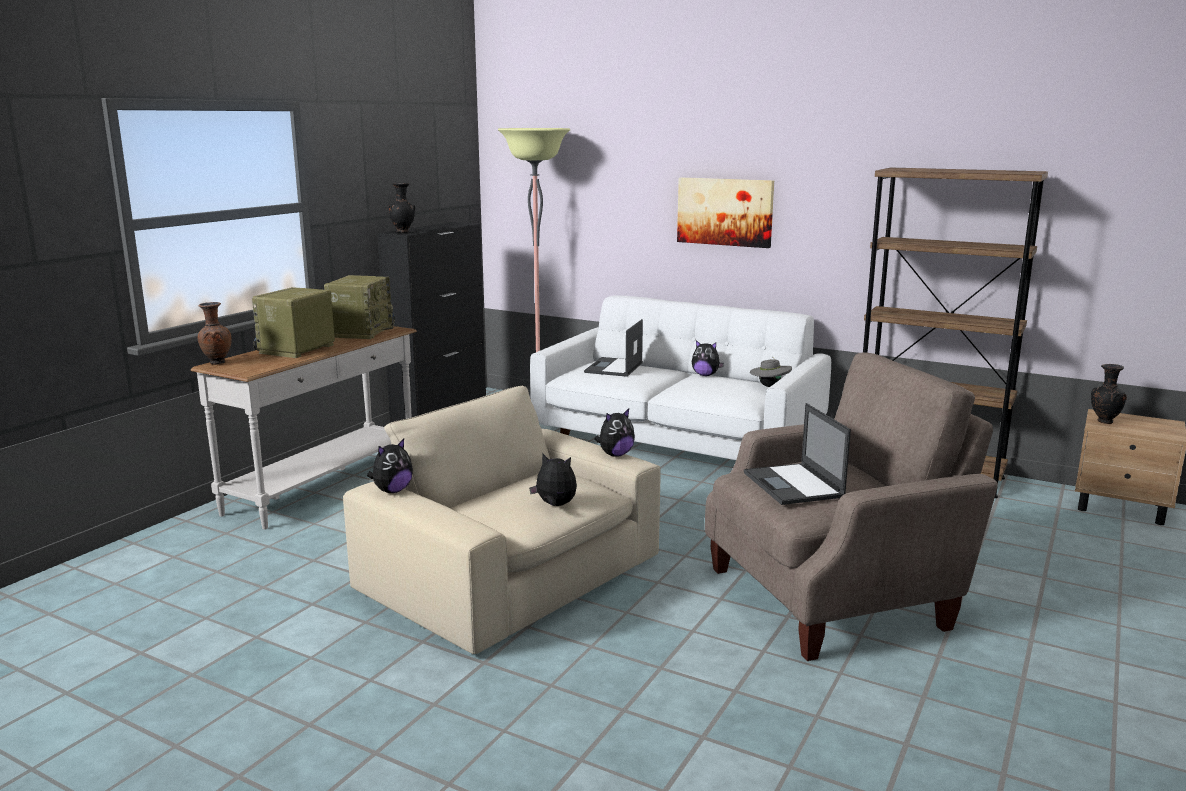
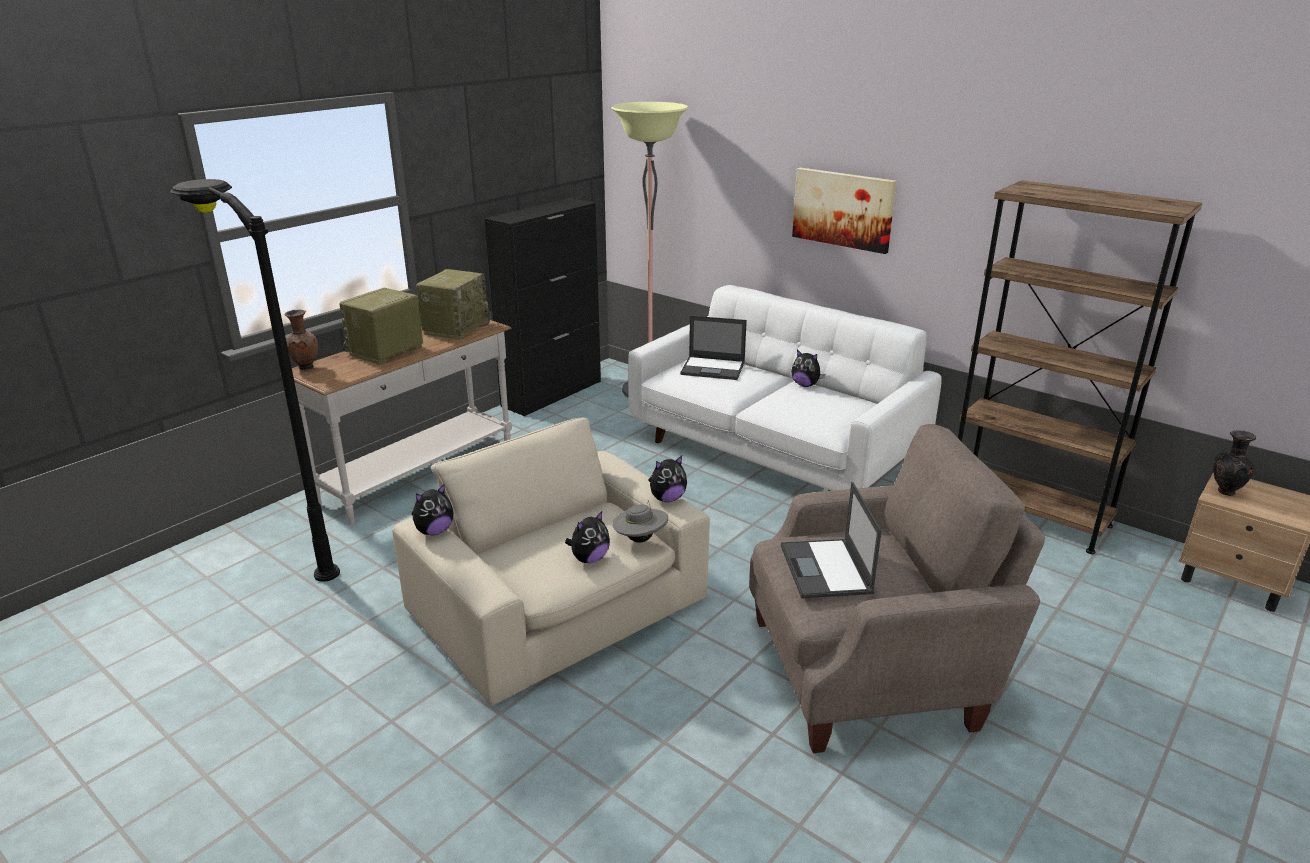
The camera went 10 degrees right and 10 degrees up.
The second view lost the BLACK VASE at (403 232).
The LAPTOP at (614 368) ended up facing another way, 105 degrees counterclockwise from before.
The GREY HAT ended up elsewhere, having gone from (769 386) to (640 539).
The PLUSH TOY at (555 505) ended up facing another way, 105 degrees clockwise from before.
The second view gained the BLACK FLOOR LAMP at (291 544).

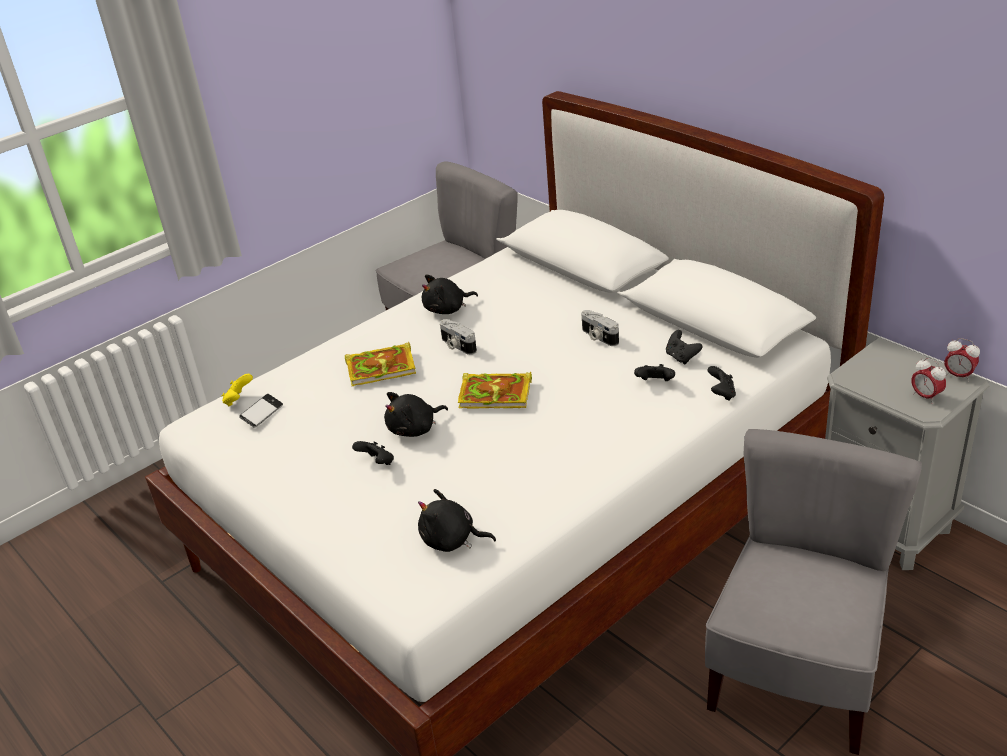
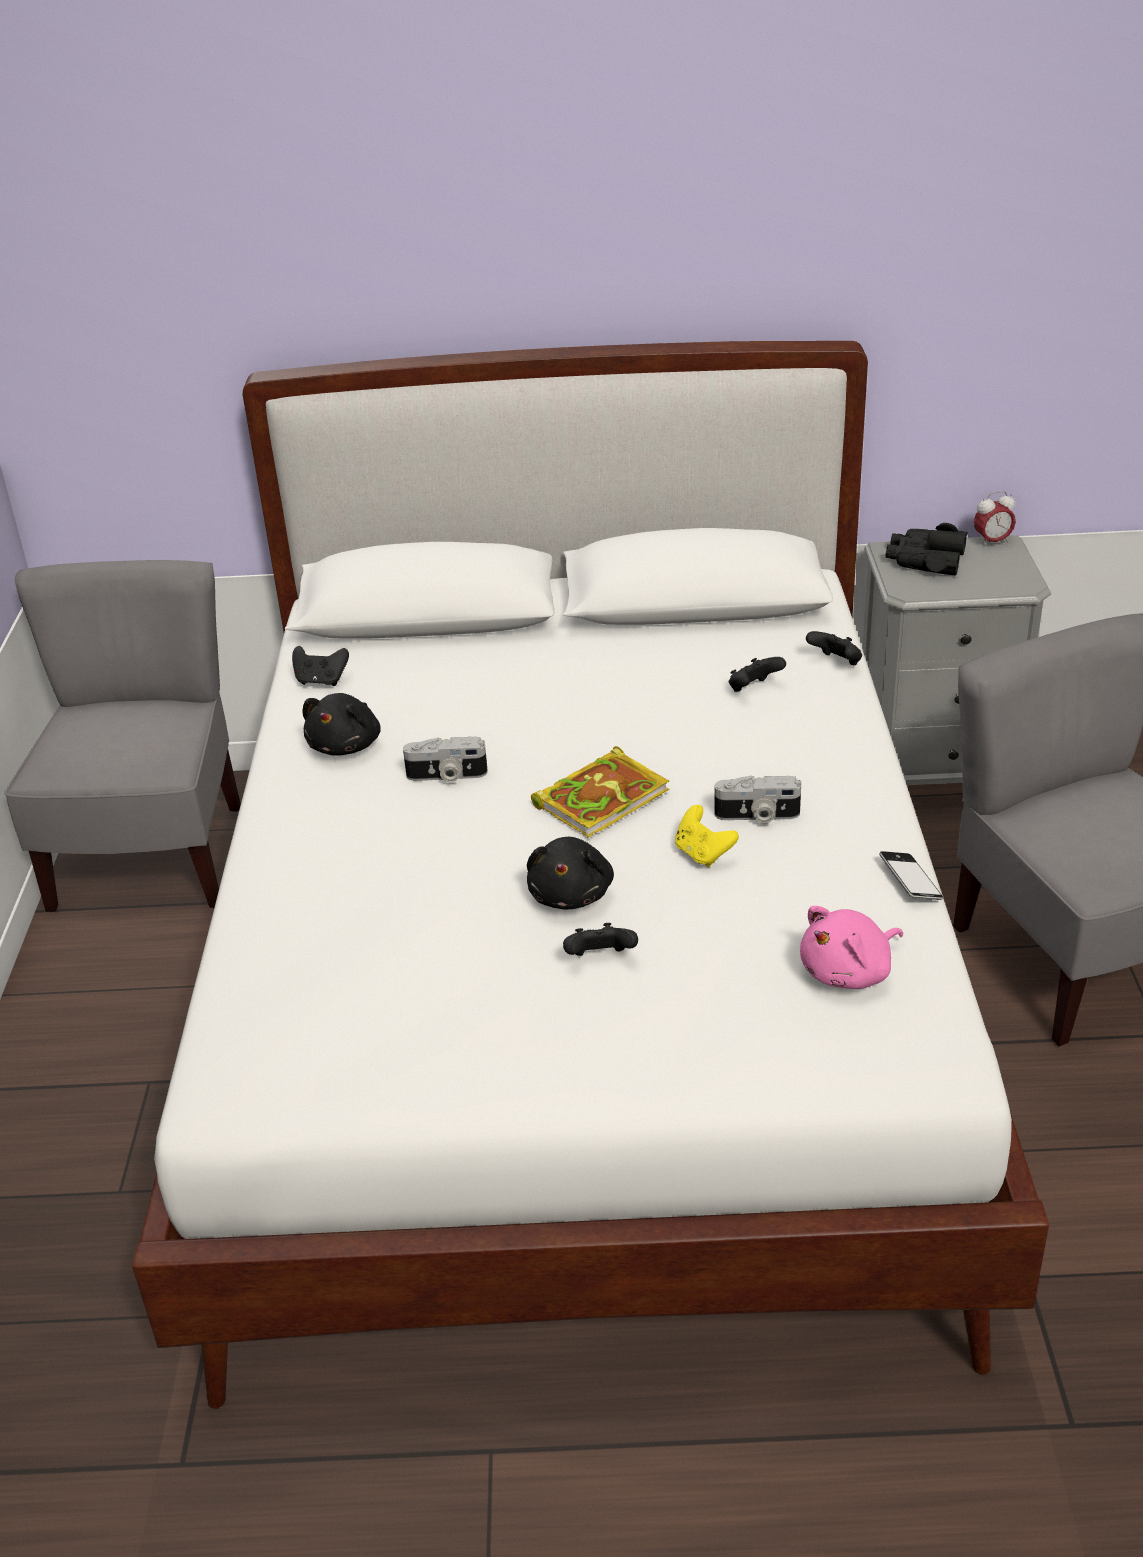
The camera went 50 degrees left and 0 degrees up.
The PHOTO CAMERA ended up elsewhere, having gone from (598 337) to (757 816).
The BLACK GAME CONTROLLER ended up elsewhere, having gone from (681 357) to (321 681).
The second view lost the BOOK at (383 367).
The second view lost the ALARM CLOCK at (925 397).
The YELLOW GAME CONTROLLER ended up elsewhere, having gone from (238 400) to (703 854).
The PHONE ended up elsewhere, having gone from (262 413) to (910 881).
What was the BLACK PLUSH TOY at (452 540) turned into the PINK PLUSH TOY at (849 972).
The second view gained the BLACK BINOCULARS at (925 560).

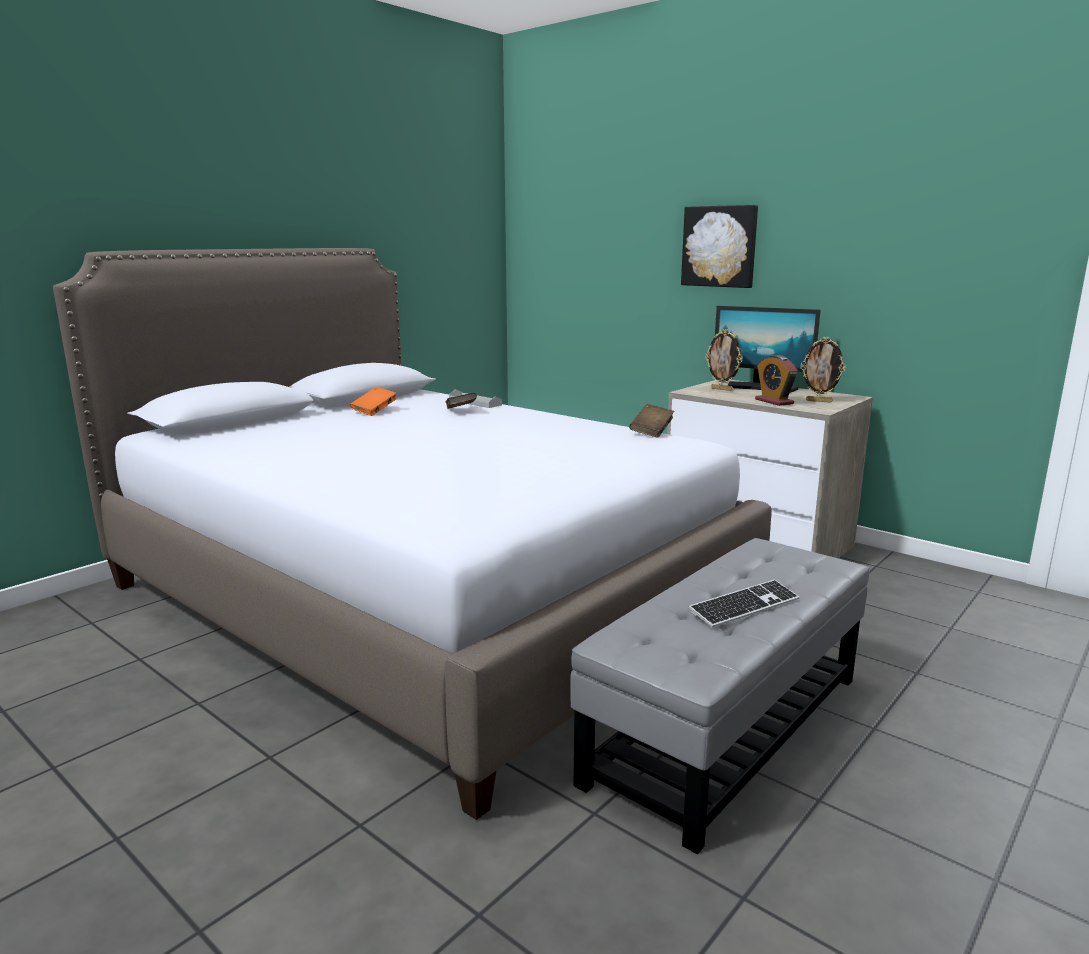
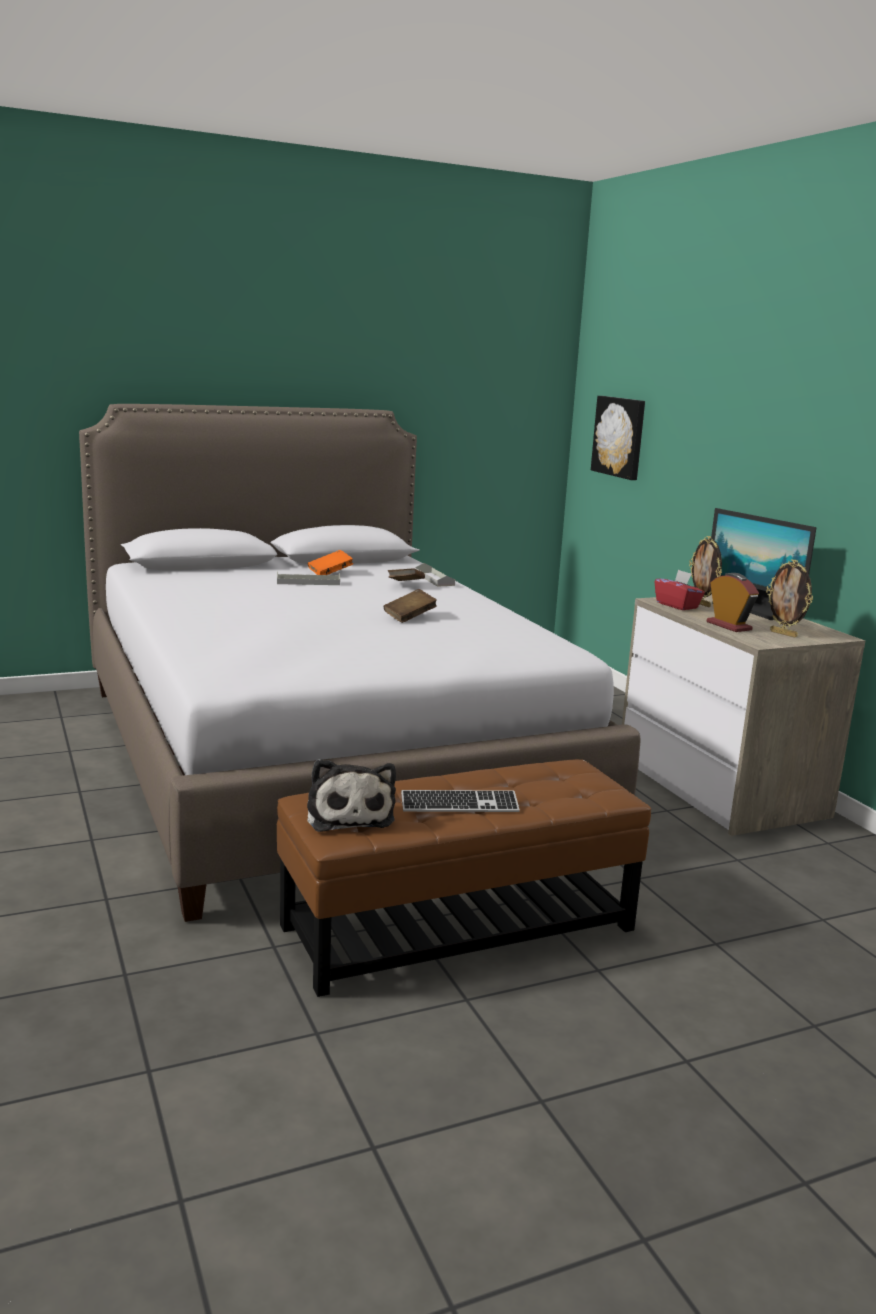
The camera went 25 degrees right and 0 degrees up.
The PICTURE ended up elsewhere, having gone from (720 246) to (620 437).
The ALARM CLOCK at (774 401) ended up facing another way, 150 degrees clockwise from before.
The BROWN BOOK ended up elsewhere, having gone from (651 432) to (410 617).
What was the GREY OTTOMAN at (726 727) turned into the BROWN OTTOMAN at (458 927).
The second view gained the RED TISSUE BOX at (677 605).
The second view gained the GREY TRAY at (308 582).
The second view gained the PLUSH TOY at (349 814).

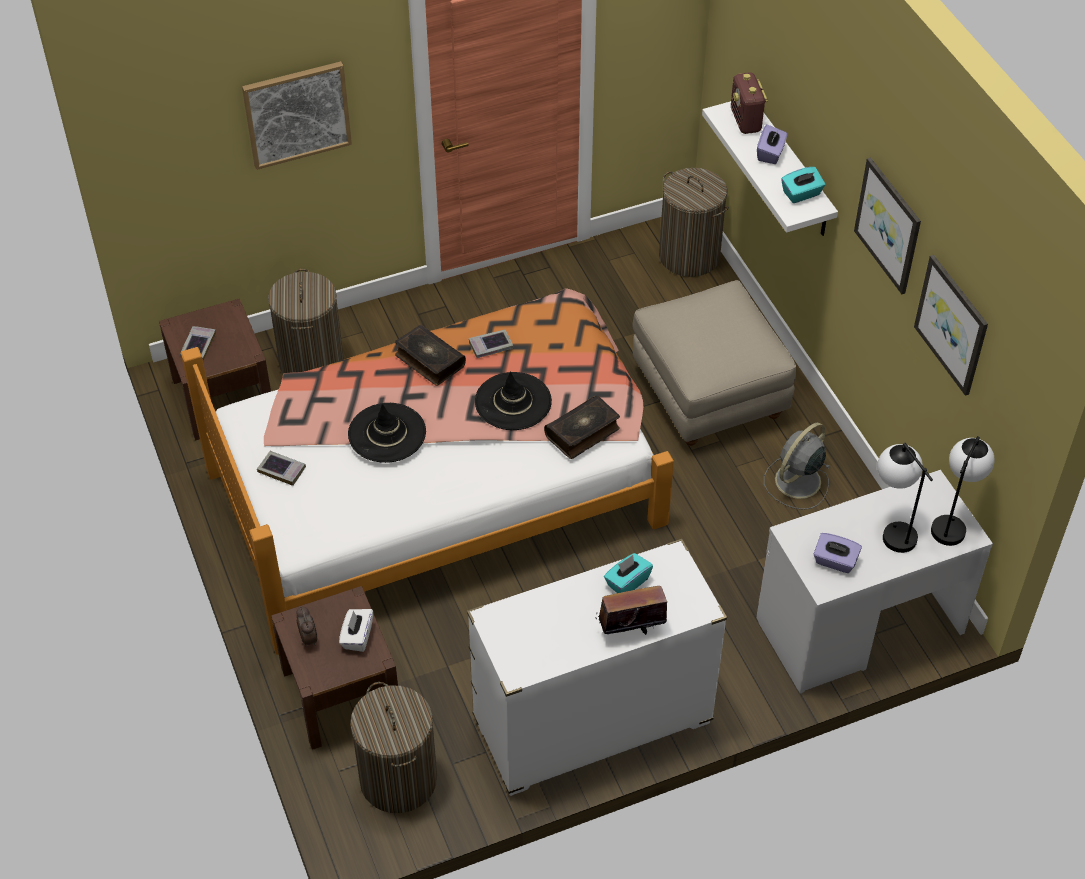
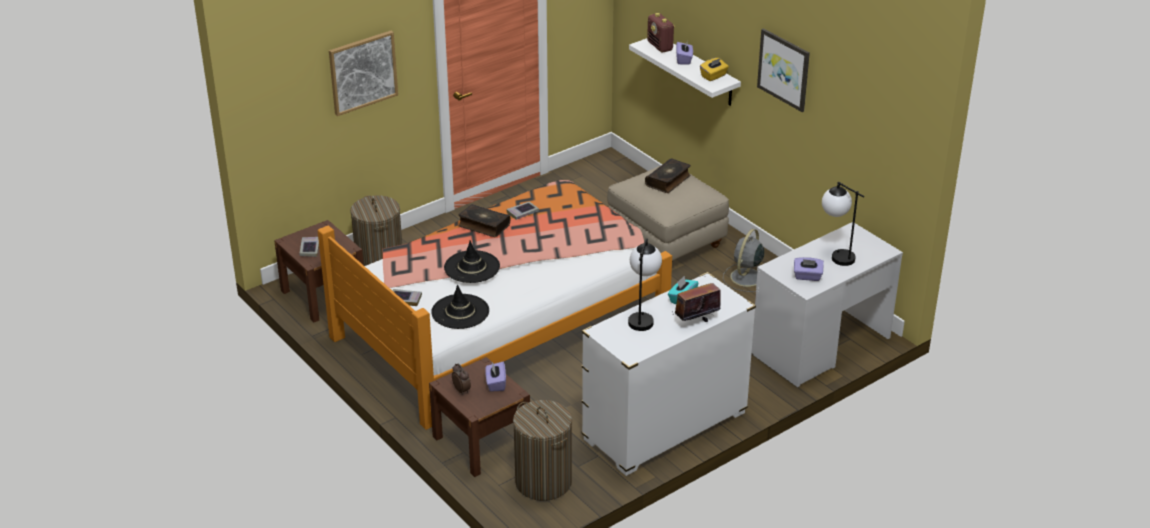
The camera went 15 degrees left and 15 degrees down.
What was the TURQUOISE TISSUE BOX at (801 194) turned into the YELLOW TISSUE BOX at (713 76).
The second view lost the LAUNDRY BASKET at (689 256).
The second view lost the PICTURE at (952 324).
The BLACK HAT ended up elsewhere, having gone from (513 402) to (460 312).
The BOOK ended up elsewhere, having gone from (583 433) to (668 181).
The TABLE LAMP ended up elsewhere, having gone from (952 521) to (642 317).
What was the WHITE TISSUE BOX at (357 637) turned into the PURPLE TISSUE BOX at (496 384).

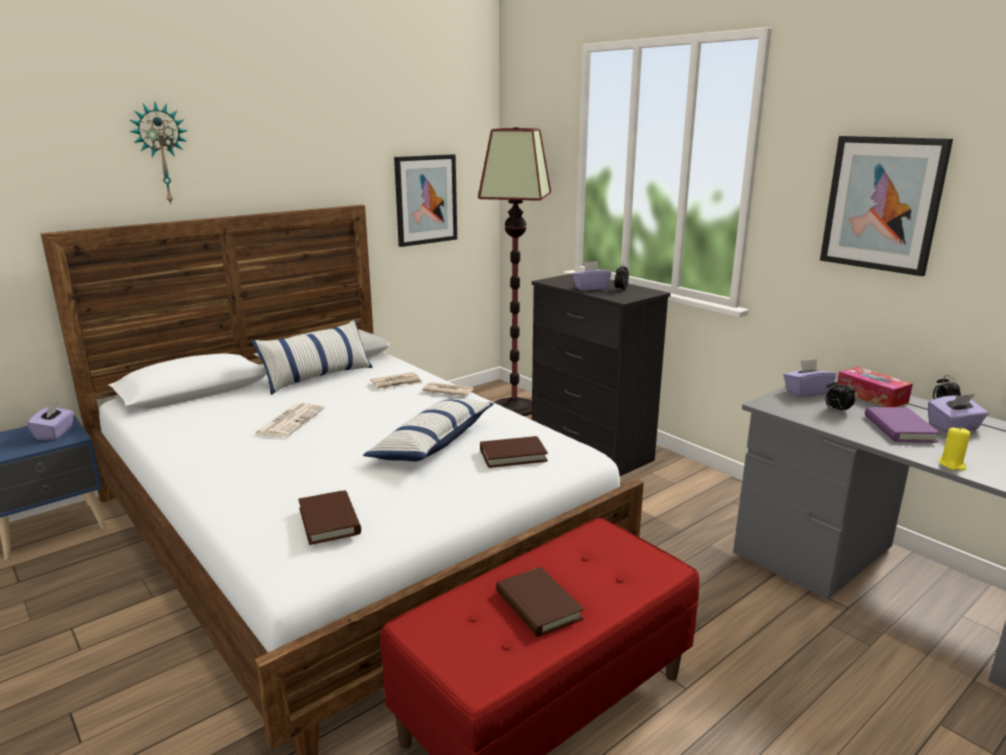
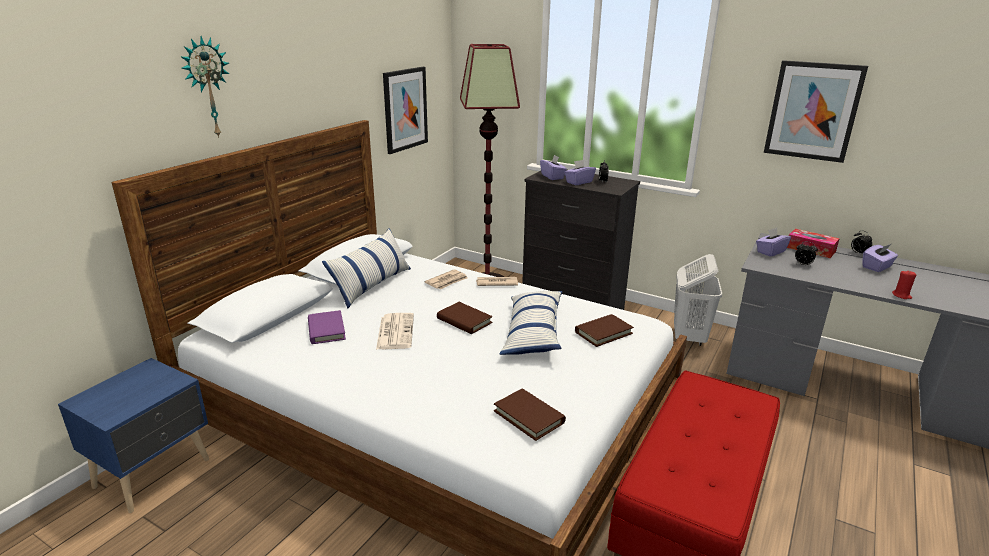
The camera went 20 degrees left and 5 degrees up.
The PURPLE TISSUE BOX ended up elsewhere, having gone from (55 433) to (552 177).
The PURPLE BOOK ended up elsewhere, having gone from (899 428) to (326 330).
What was the YELLOW CANDLE at (952 465) turned into the RED CANDLE at (901 295).
The BROWN BOOK ended up elsewhere, having gone from (538 605) to (464 321).
The second view gained the WHITE LAUNDRY BASKET at (689 337).

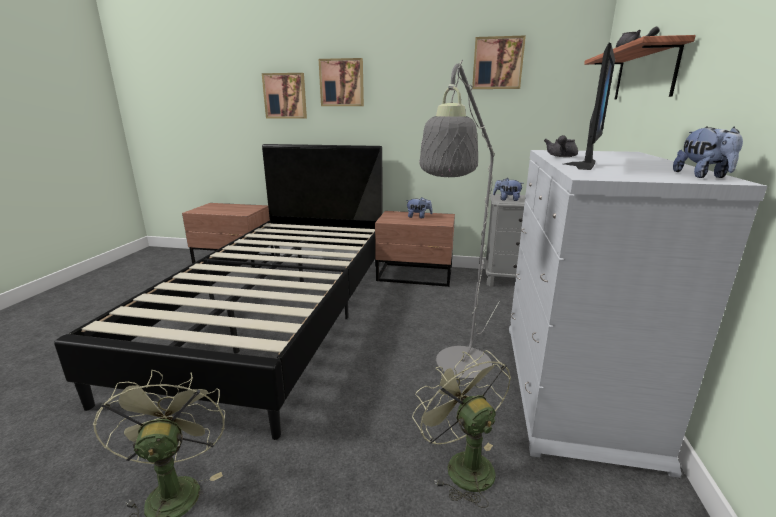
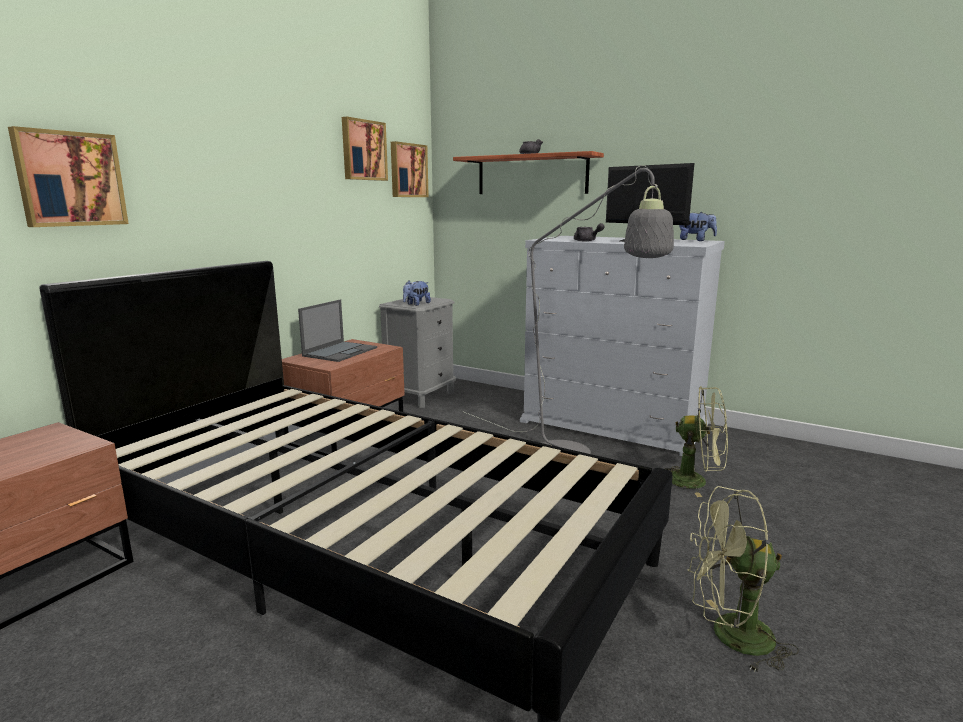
The camera went 70 degrees left and 5 degrees down.
The PICTURE ended up elsewhere, having gone from (342 83) to (407 170).
Where the PLUSH TOY stood at (418 217), the LAPTOP came to stand at (340 351).
The GREEN FAN at (462 464) ended up facing another way, 150 degrees counterclockwise from before.

